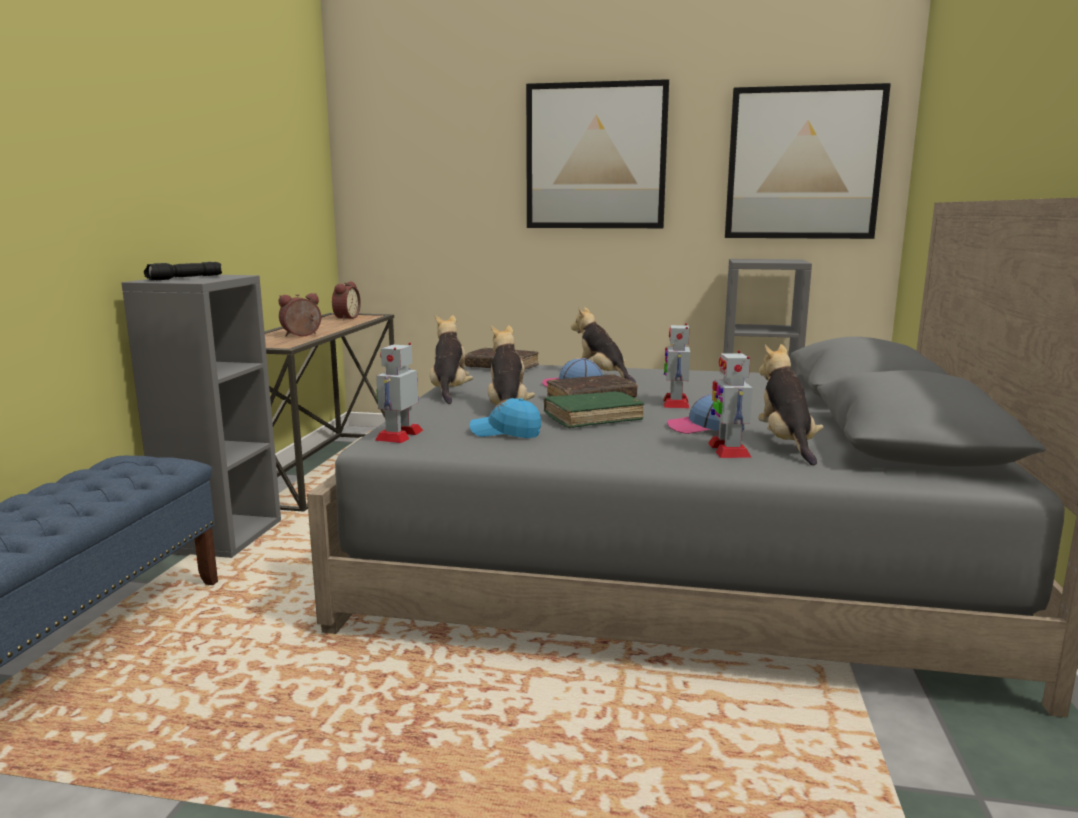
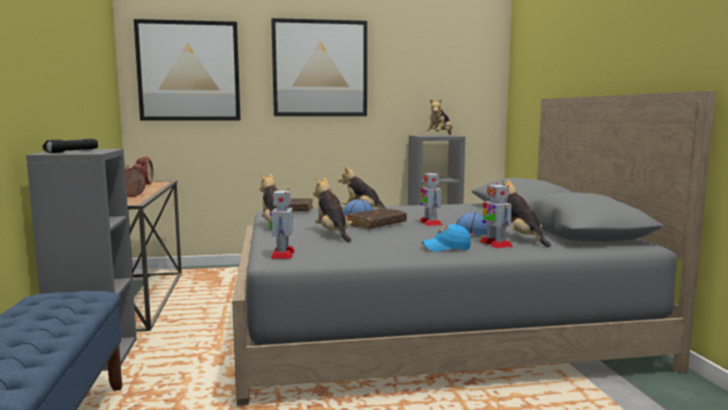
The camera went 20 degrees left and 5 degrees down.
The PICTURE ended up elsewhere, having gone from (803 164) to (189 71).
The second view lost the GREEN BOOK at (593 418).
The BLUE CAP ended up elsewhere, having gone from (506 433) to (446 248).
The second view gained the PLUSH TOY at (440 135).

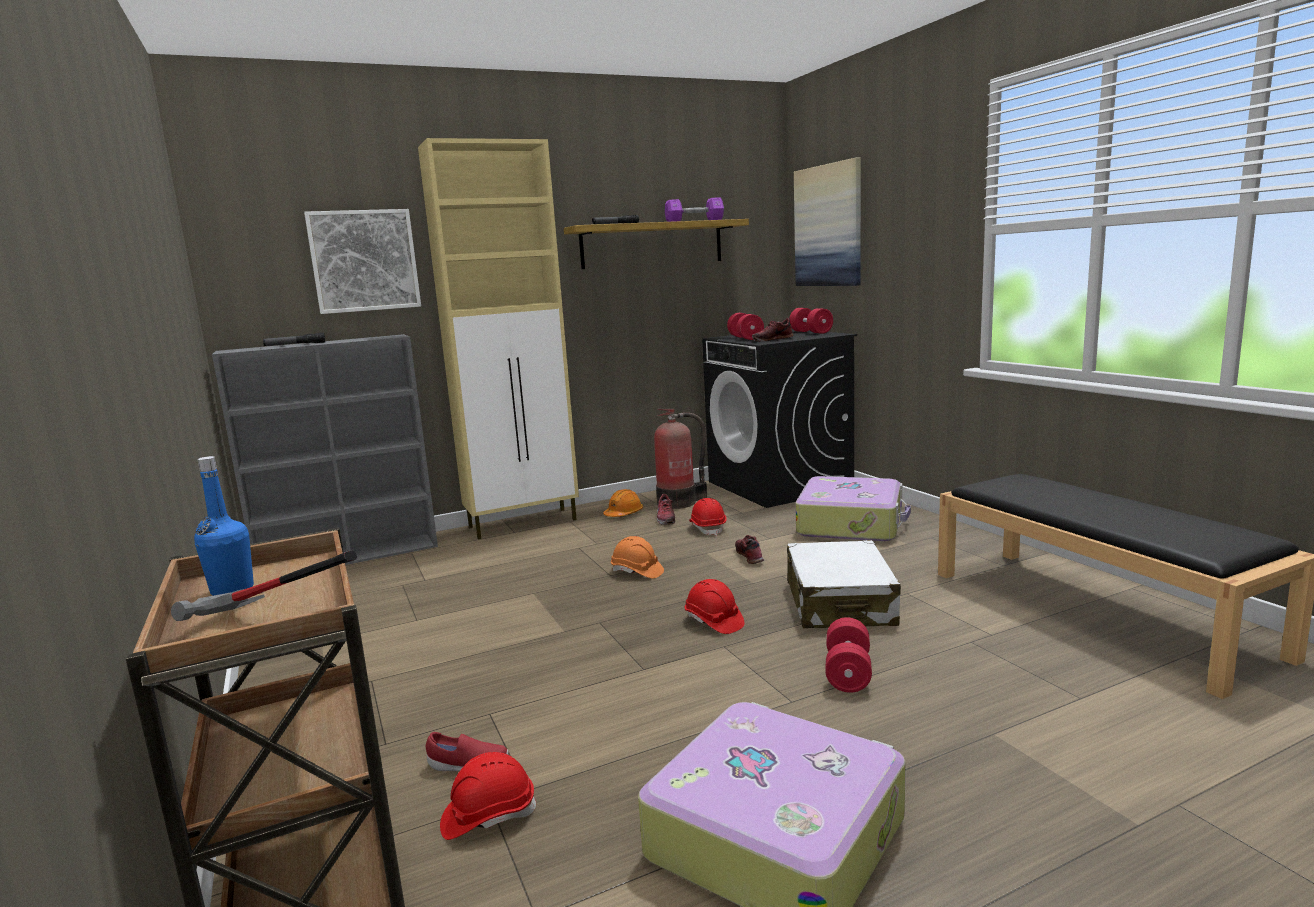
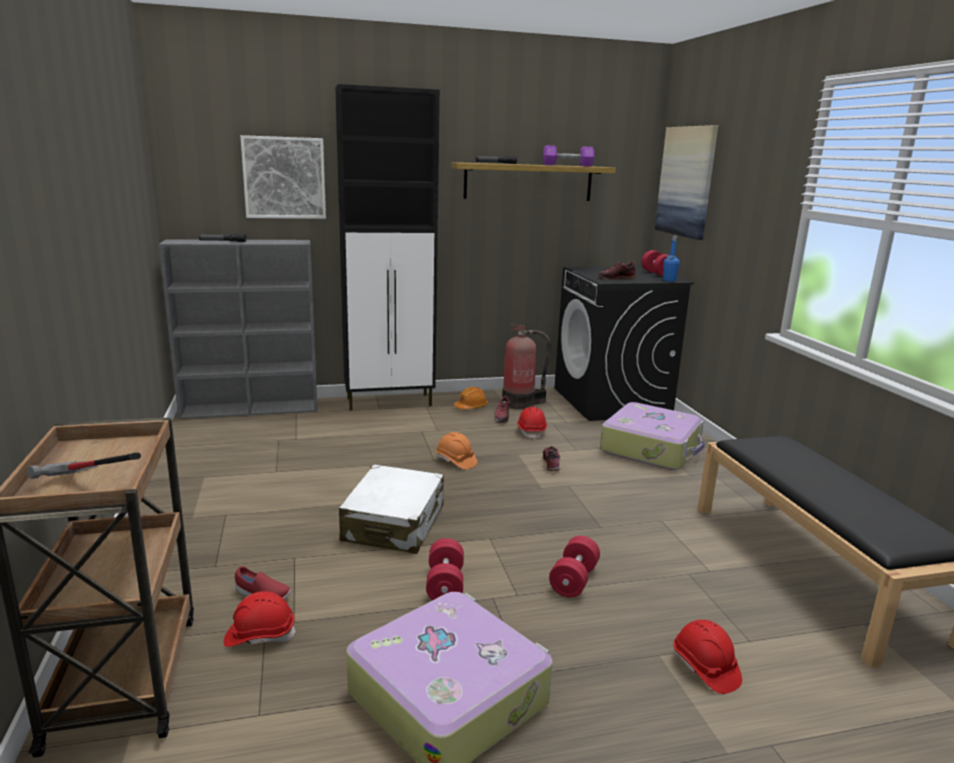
The camera went 10 degrees right and 5 degrees up.
What was the BEIGE CABINET at (524 523) turned into the BLACK CABINET at (390 402).
The RED DUMBBELL ended up elsewhere, having gone from (745 338) to (445 585).
The BLUE BOTTLE ended up elsewhere, having gone from (232 590) to (669 280).
The WHITE SUITCASE ended up elsewhere, having gone from (839 603) to (394 524).
The RED HARD HAT ended up elsewhere, having gone from (713 622) to (705 668).

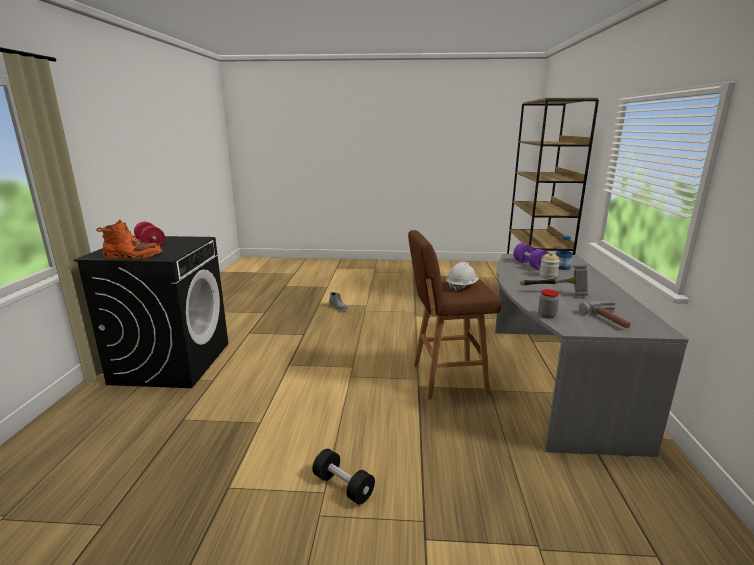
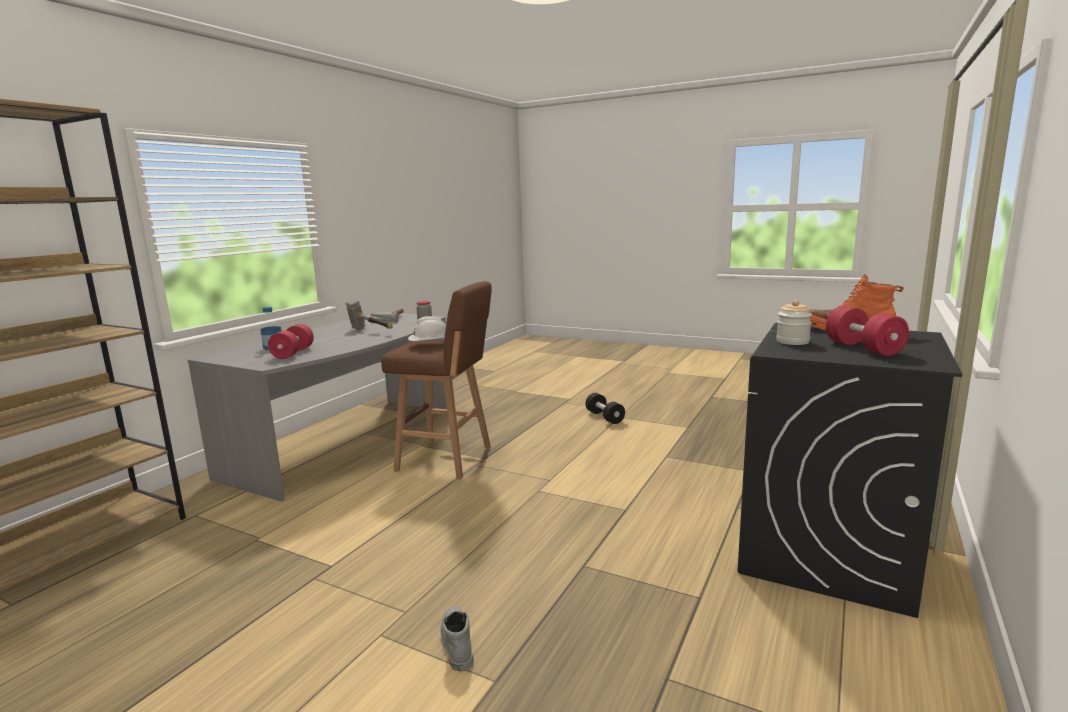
The camera went 155 degrees left and 5 degrees down.
What was the PURPLE DUMBBELL at (530 265) turned into the RED DUMBBELL at (293 353).
The JAR ended up elsewhere, having gone from (548 275) to (792 341).

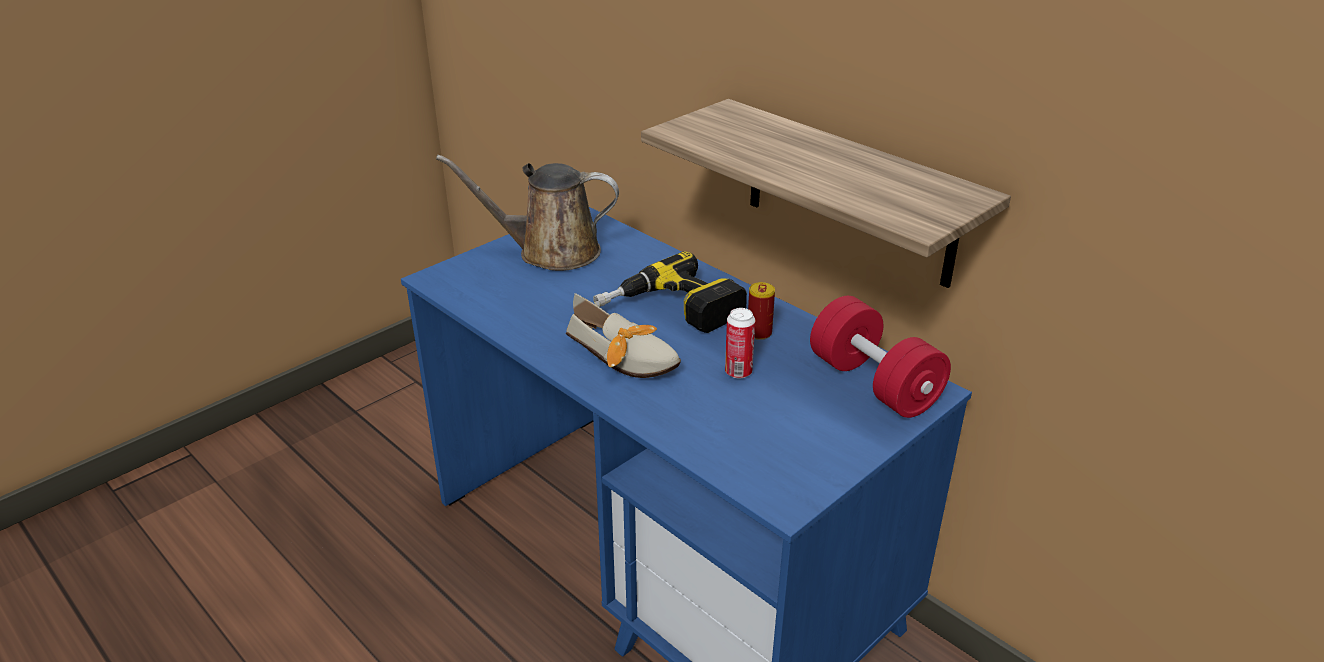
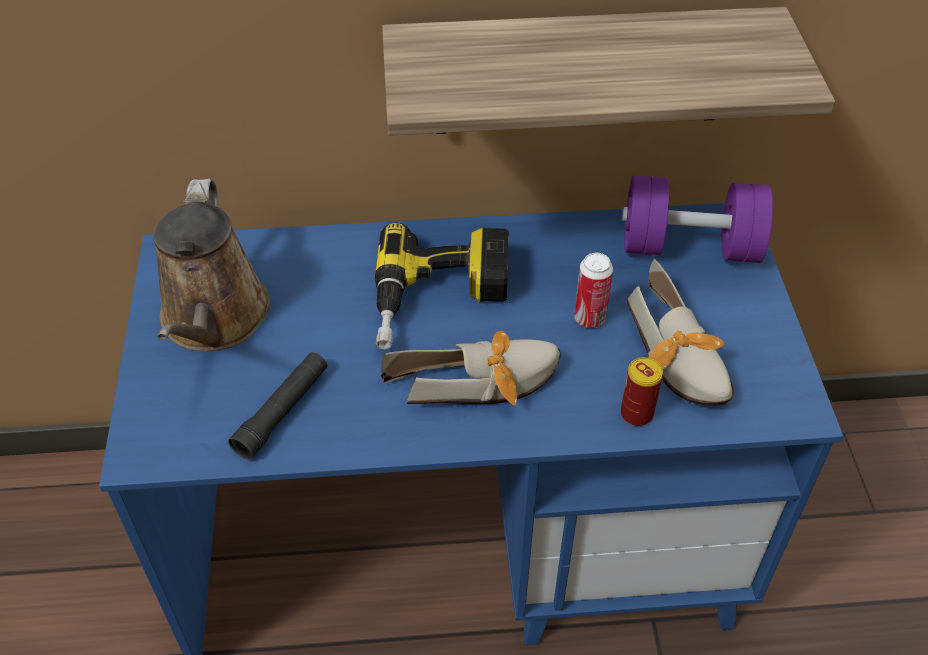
The camera went 50 degrees left and 15 degrees up.
The BROWN WATERING CAN at (550 252) ended up facing another way, 45 degrees counterclockwise from before.
The CAN ended up elsewhere, having gone from (759 333) to (636 414).
What was the RED DUMBBELL at (874 383) turned into the PURPLE DUMBBELL at (690 247).
The second view gained the SHOE at (679 359).
The second view gained the BLACK FLASHLIGHT at (282 411).

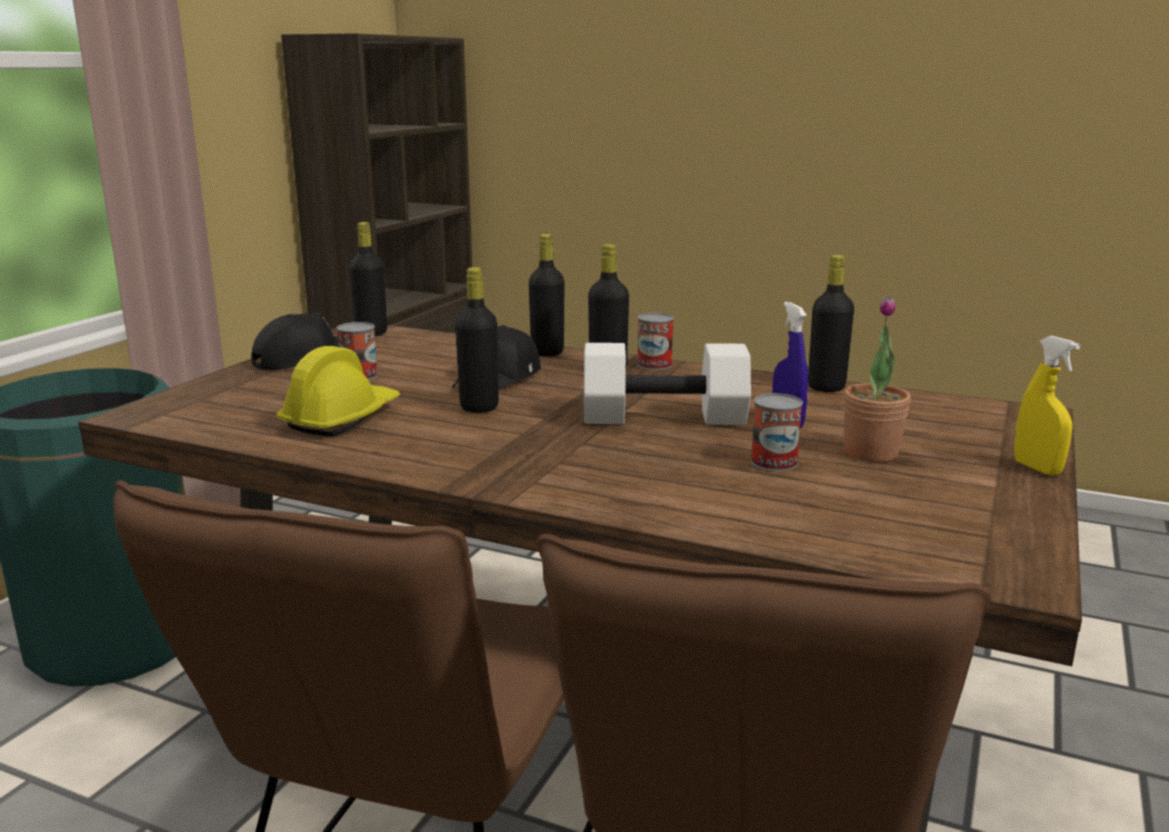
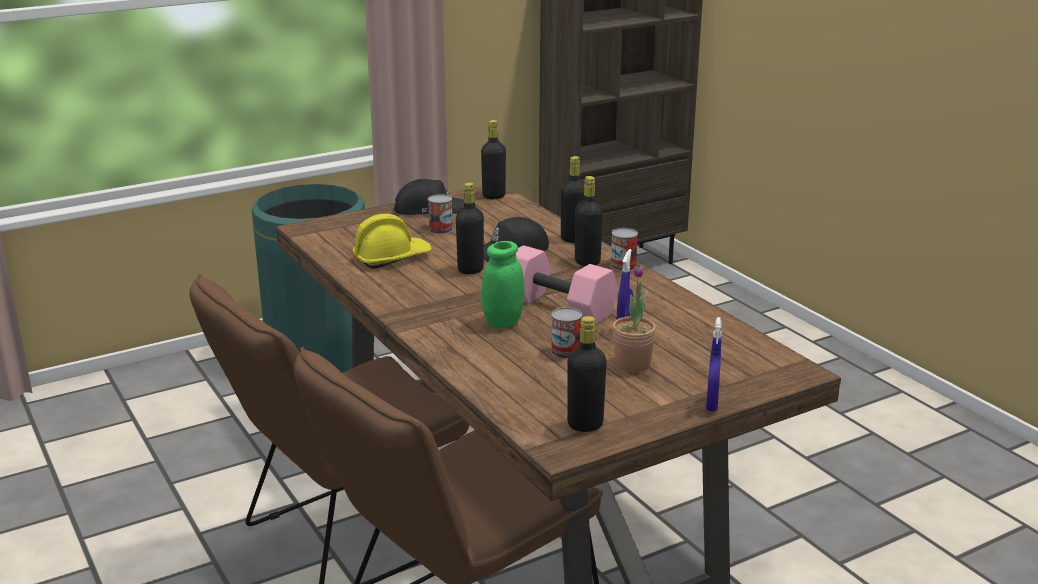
The camera went 35 degrees right and 5 degrees up.
The BLACK BOTTLE ended up elsewhere, having gone from (826 387) to (585 424).
What was the YELLOW SPRAY BOTTLE at (1037 468) turned into the BLUE SPRAY BOTTLE at (711 404).
What was the WHITE DUMBBELL at (665 417) turned into the PINK DUMBBELL at (560 305).
The second view gained the GREEN JAR at (503 322).

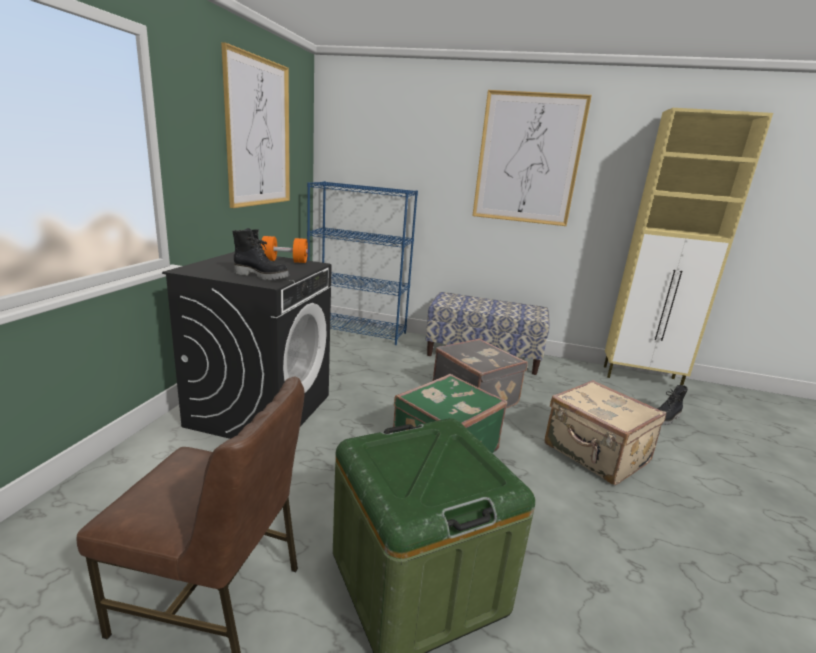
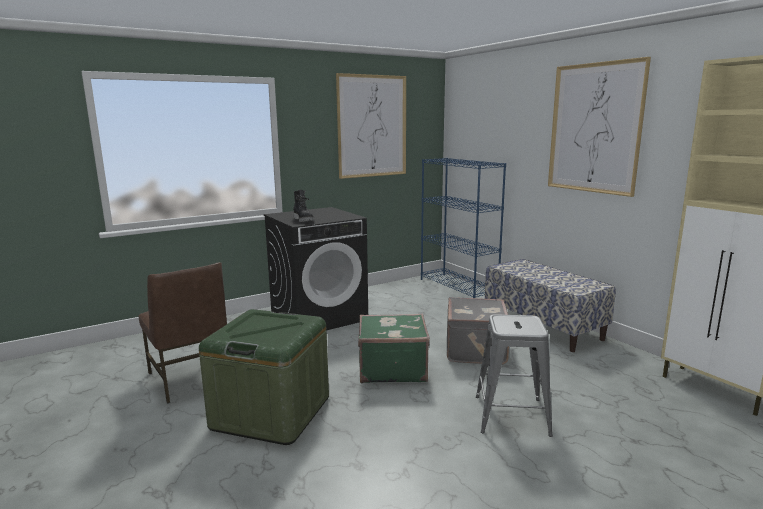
The camera went 45 degrees right and 5 degrees down.
The second view lost the ORANGE DUMBBELL at (284 261).
Where the BEIGE SUITCASE stood at (595 454), the GREY STOOL came to stand at (511 415).
The second view lost the BLACK BOOT at (665 419).

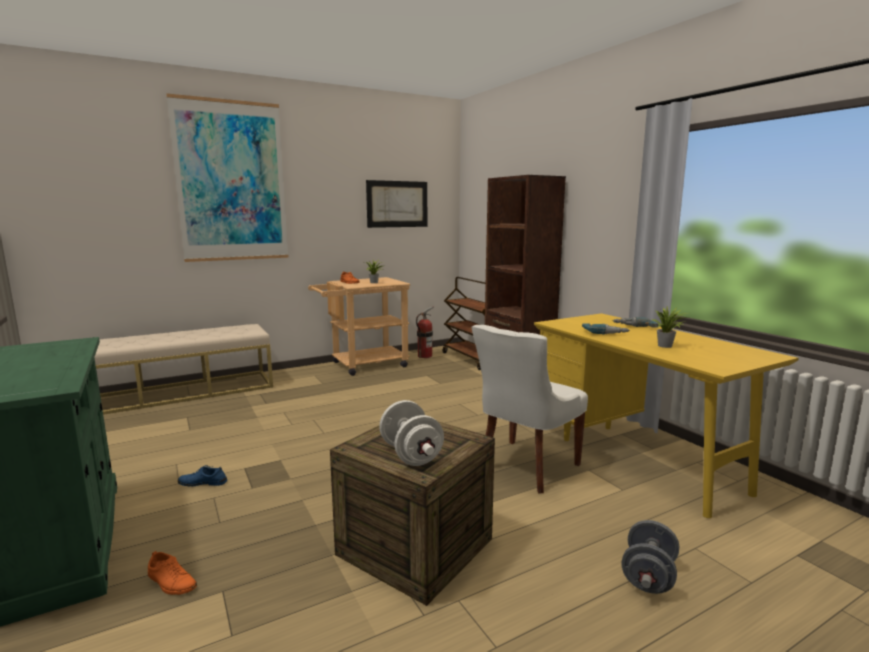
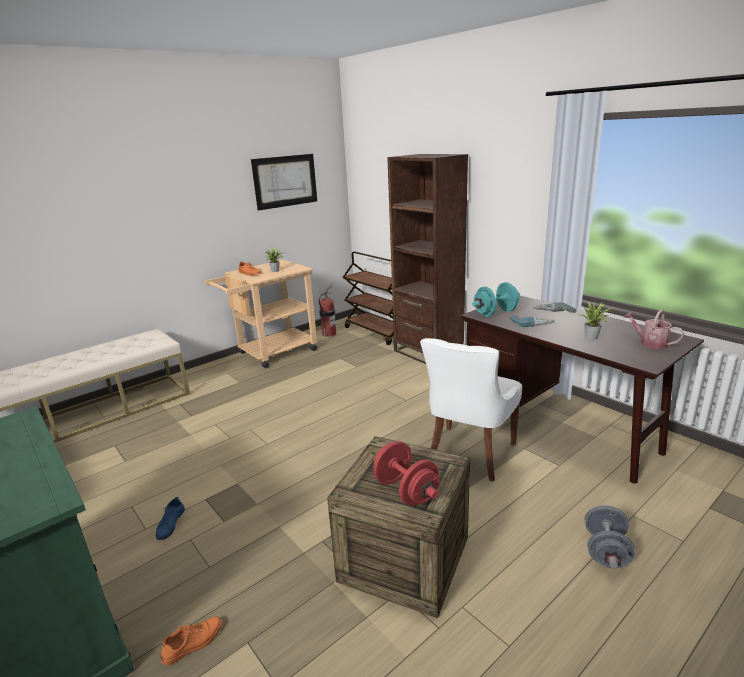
The camera went 10 degrees left and 10 degrees up.
The second view lost the PICTURE at (231 182).
What was the YELLOW DESK at (637 458) turned into the BROWN DESK at (560 429).
What was the WHITE DUMBBELL at (411 454) turned into the RED DUMBBELL at (406 491).
The BLUE SHOE at (203 482) ended up facing another way, 75 degrees counterclockwise from before.
The ORANGE SHOE at (171 582) ended up facing another way, 60 degrees counterclockwise from before.
The second view gained the TURQUOISE DUMBBELL at (495 313).
The second view gained the WATERING CAN at (649 343).

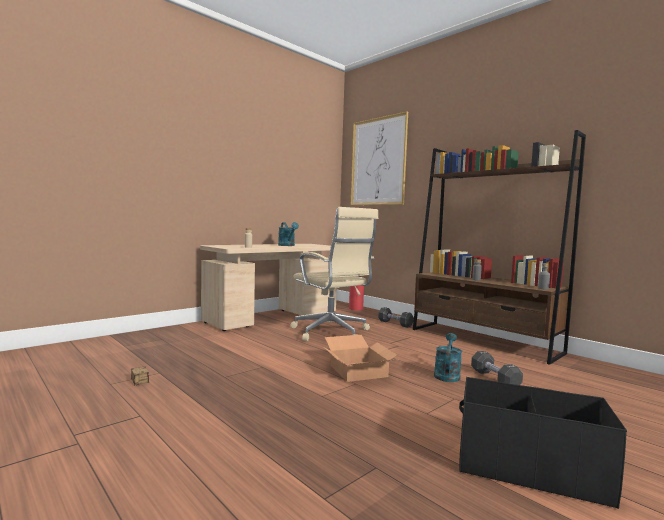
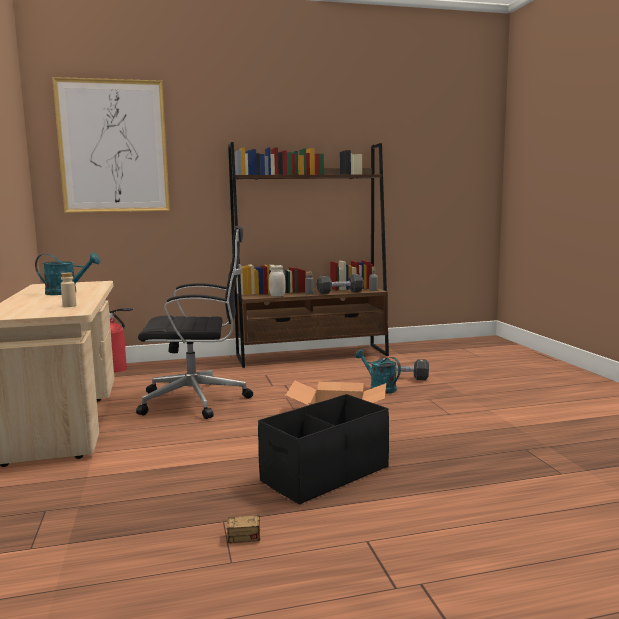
The camera went 60 degrees left and 5 degrees up.
What was the BEIGE OFFICE CHAIR at (332 333) turned into the BLACK OFFICE CHAIR at (197 400).
The BLACK DUMBBELL ended up elsewhere, having gone from (395 323) to (340 292).
The BLACK STORAGE BOX ended up elsewhere, having gone from (529 468) to (324 474).
The second view gained the WHITE JAR at (277 296).

